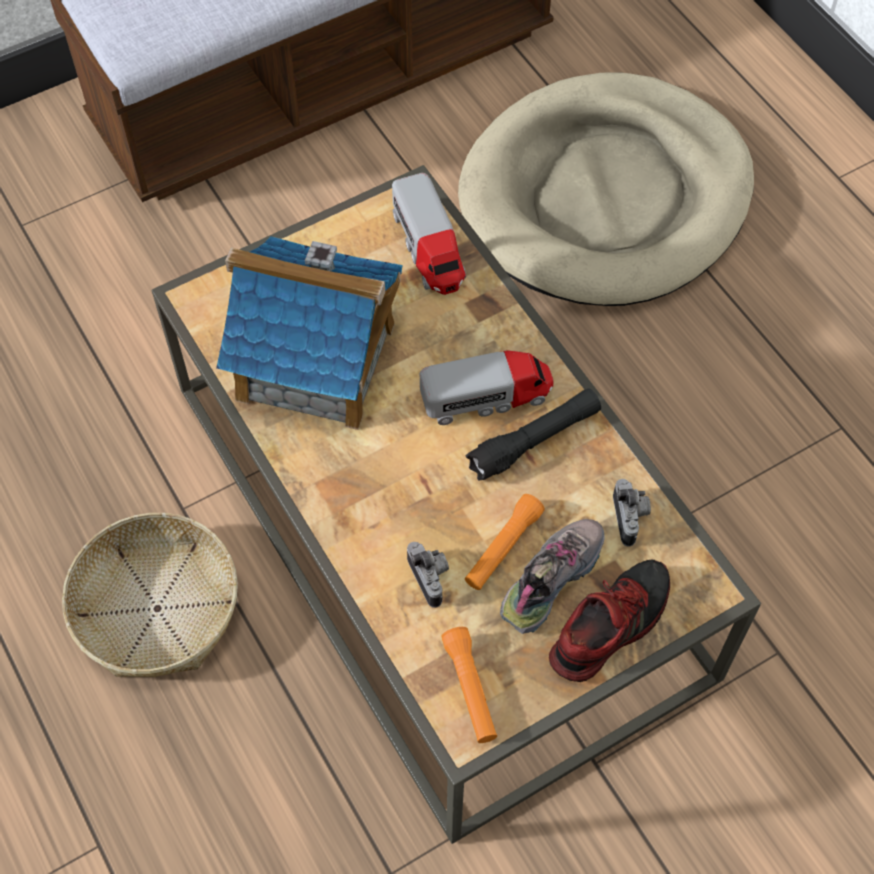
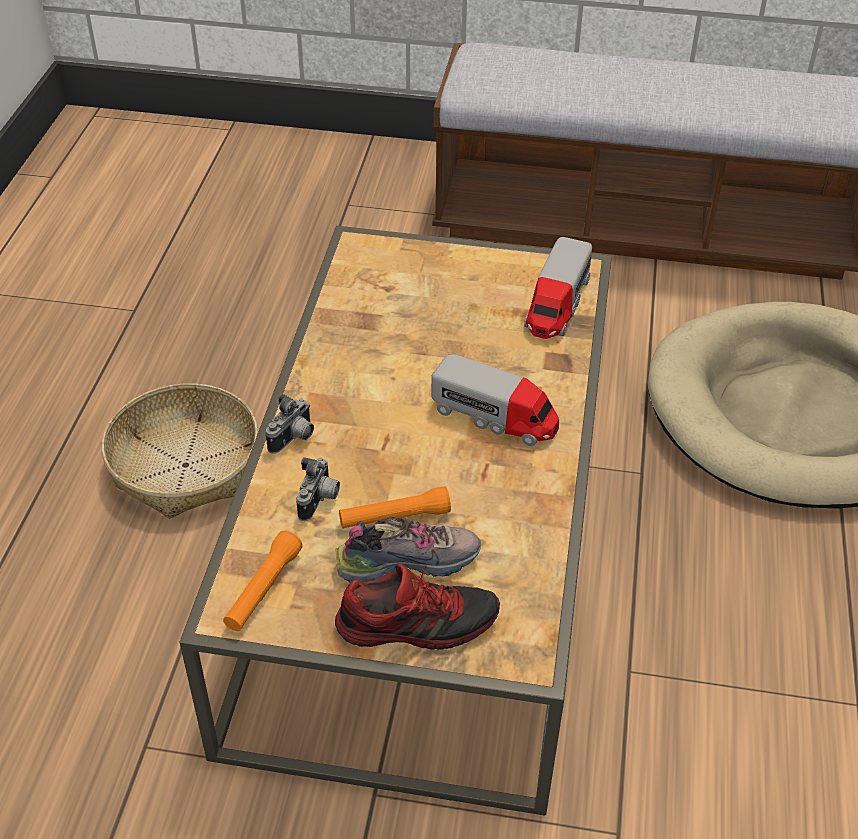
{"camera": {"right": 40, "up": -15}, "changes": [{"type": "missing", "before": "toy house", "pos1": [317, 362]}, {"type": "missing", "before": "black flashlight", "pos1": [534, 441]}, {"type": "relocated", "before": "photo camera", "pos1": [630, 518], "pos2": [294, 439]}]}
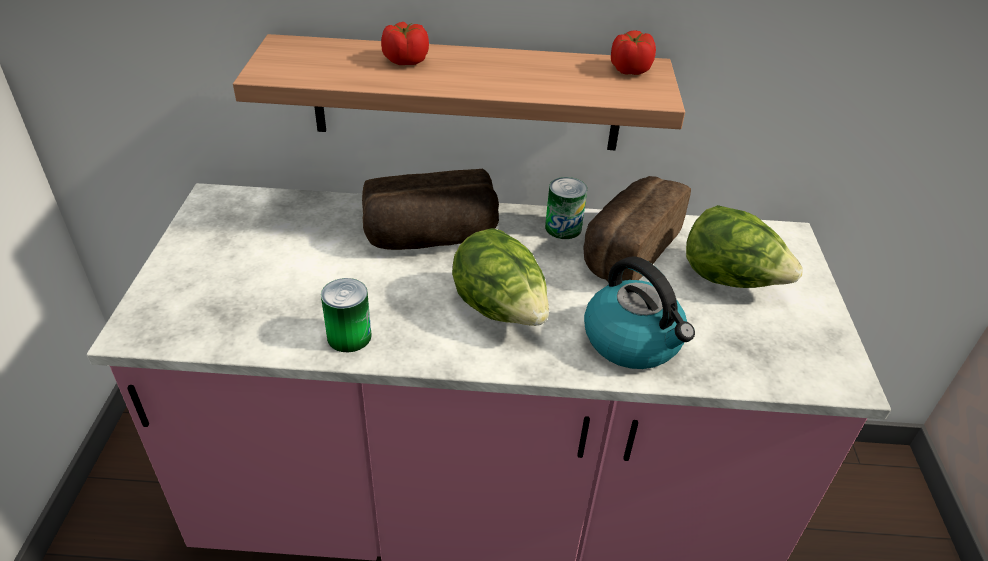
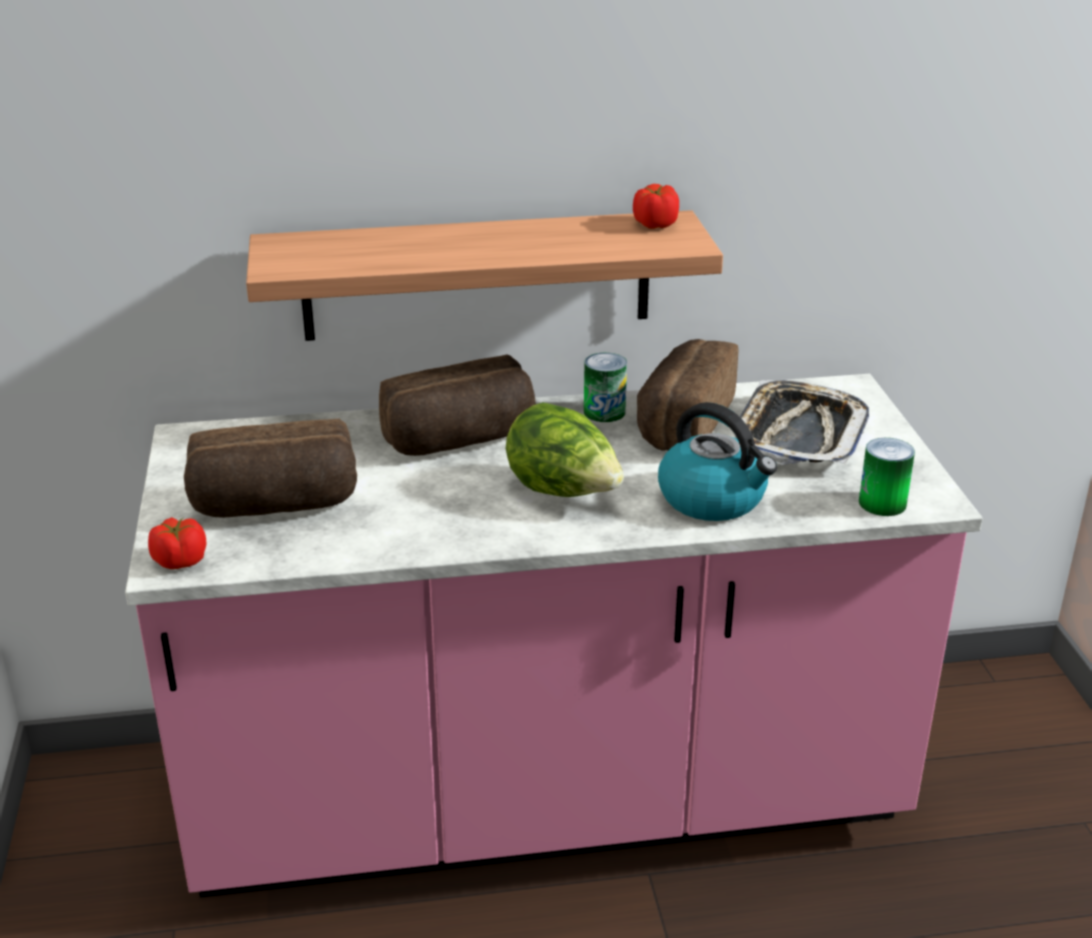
{"camera": {"right": -10, "up": -10}, "changes": [{"type": "appeared", "after": "bread", "pos2": [275, 506]}, {"type": "relocated", "before": "can", "pos1": [349, 336], "pos2": [882, 503]}, {"type": "relocated", "before": "tomato", "pos1": [405, 61], "pos2": [180, 561]}, {"type": "exchanged", "before": "lettuce", "after": "tray", "pos1": [730, 280], "pos2": [799, 434]}]}
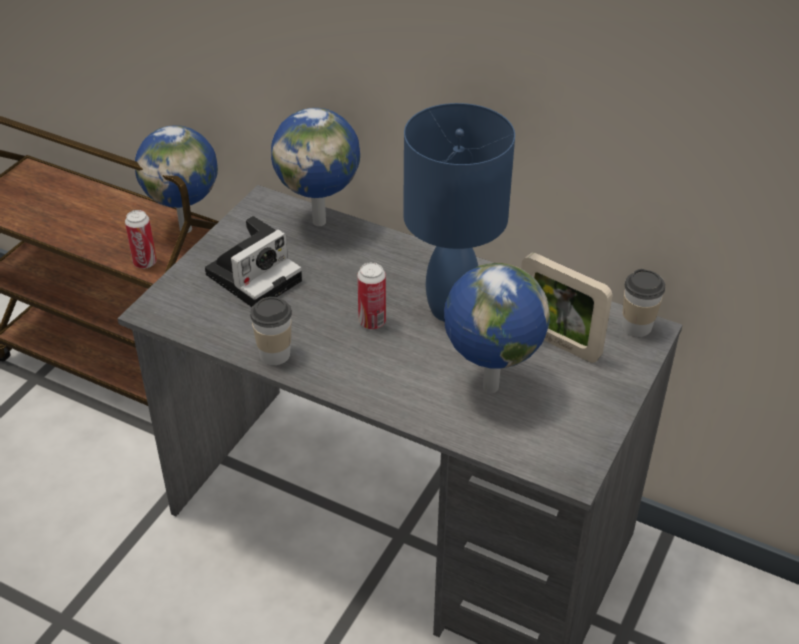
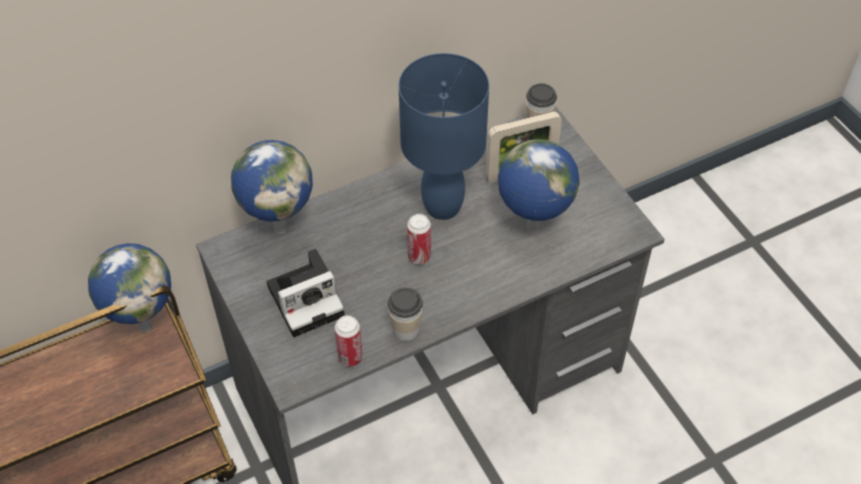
{"camera": {"right": -55, "up": 10}, "changes": [{"type": "relocated", "before": "can", "pos1": [145, 263], "pos2": [350, 357]}, {"type": "spun", "before": "photo camera", "pos1": [255, 275], "pos2": [308, 299], "turn": 75}]}
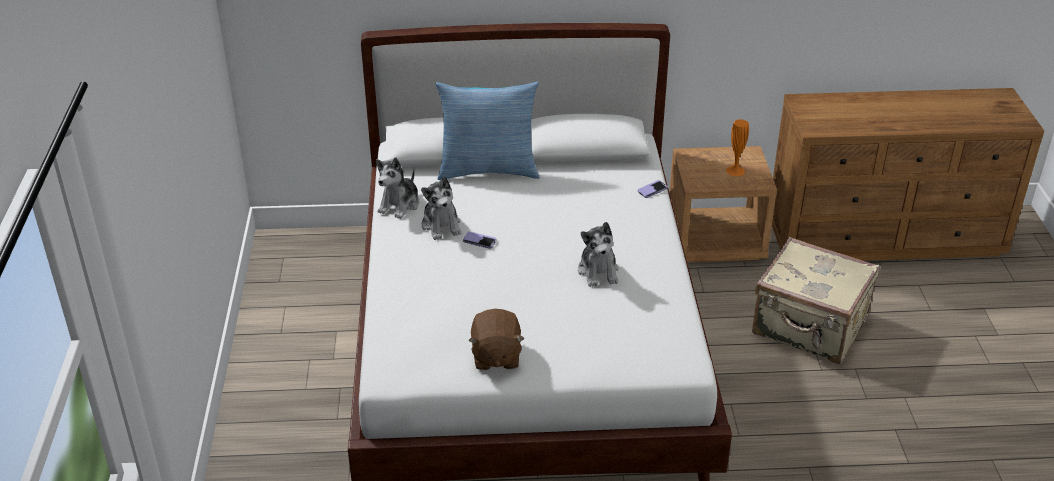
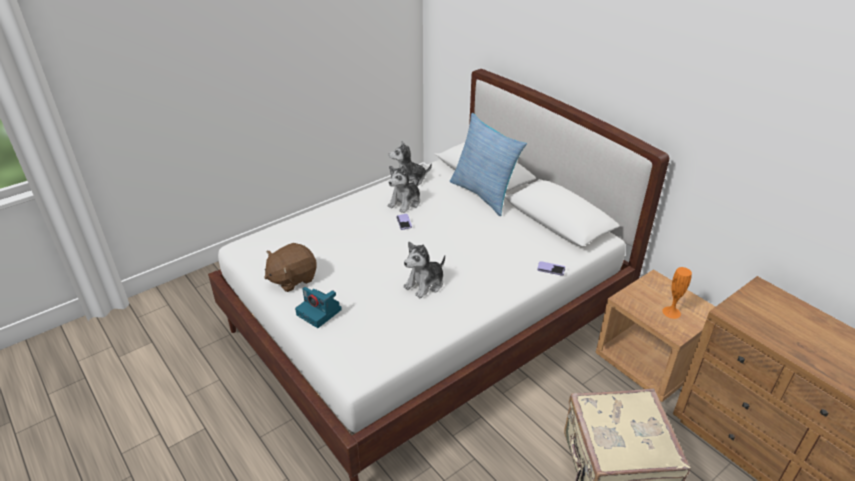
{"camera": {"right": 55, "up": 0}, "changes": [{"type": "appeared", "after": "photo camera", "pos2": [320, 312]}]}
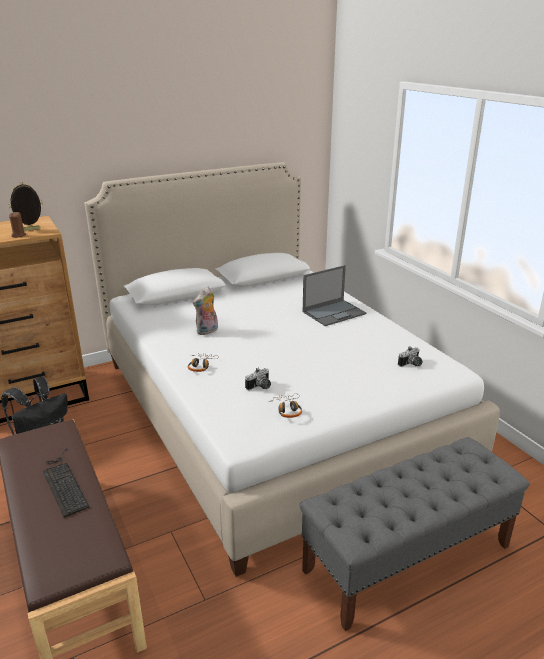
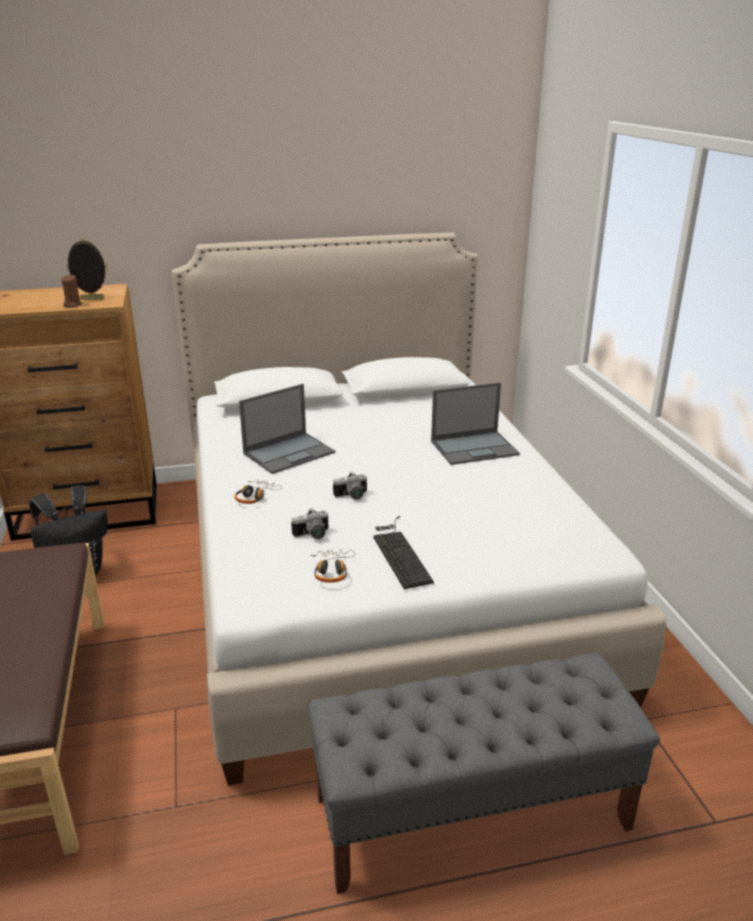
{"camera": {"right": 15, "up": 0}, "changes": [{"type": "relocated", "before": "keyboard", "pos1": [64, 483], "pos2": [399, 552]}, {"type": "relocated", "before": "photo camera", "pos1": [411, 364], "pos2": [352, 496]}, {"type": "exchanged", "before": "plush toy", "after": "laptop", "pos1": [207, 331], "pos2": [289, 452]}]}
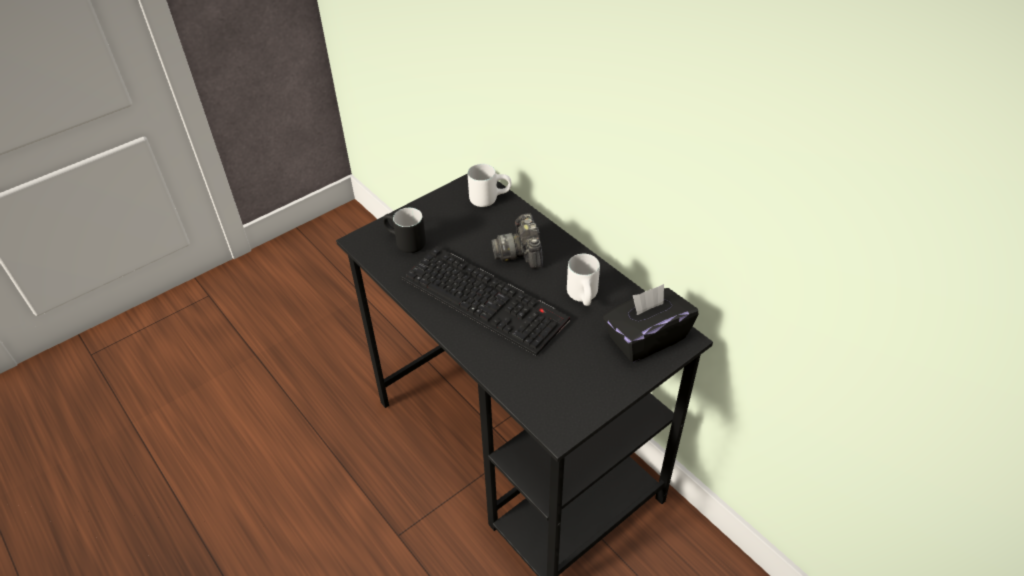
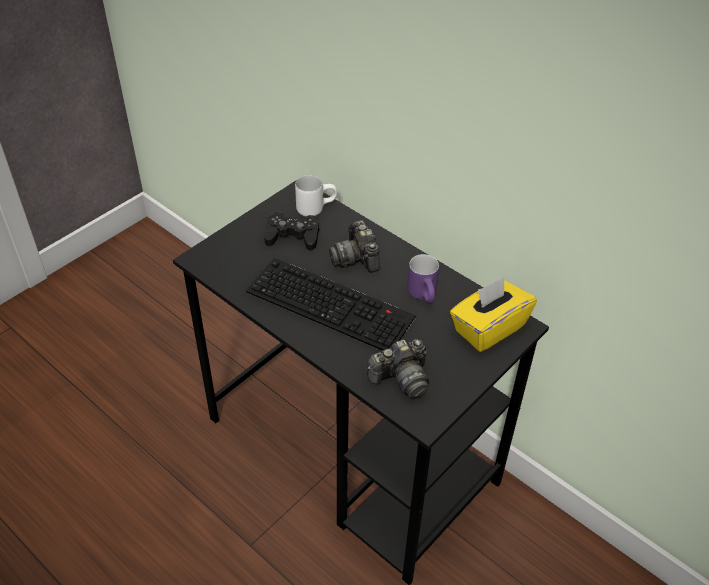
{"camera": {"right": -10, "up": 0}, "changes": [{"type": "missing", "before": "black mug", "pos1": [404, 244]}, {"type": "appeared", "after": "black game controller", "pos2": [292, 236]}, {"type": "appeared", "after": "photo camera", "pos2": [401, 379]}, {"type": "colour", "before": "white mug", "after": "purple mug", "pos1": [585, 297], "pos2": [425, 296]}, {"type": "colour", "before": "black tissue box", "after": "yellow tissue box", "pos1": [646, 338], "pos2": [488, 328]}]}
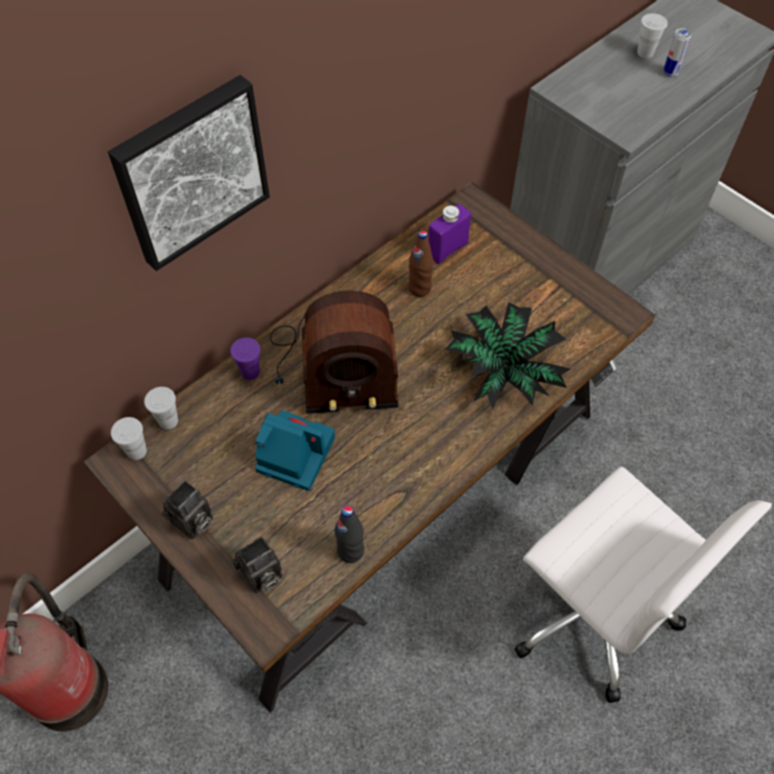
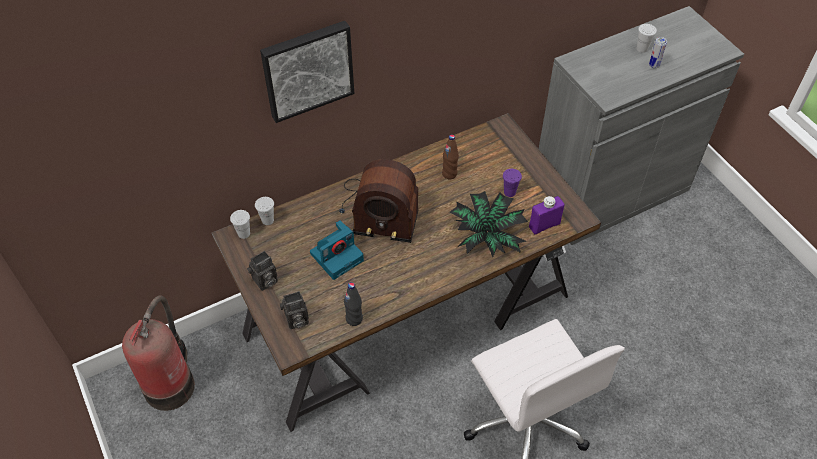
{"camera": {"right": 15, "up": -5}, "changes": [{"type": "relocated", "before": "purple cup", "pos1": [250, 372], "pos2": [509, 192]}, {"type": "relocated", "before": "purple bottle", "pos1": [447, 249], "pos2": [544, 225]}, {"type": "spun", "before": "photo camera", "pos1": [293, 454], "pos2": [337, 256], "turn": 105}]}
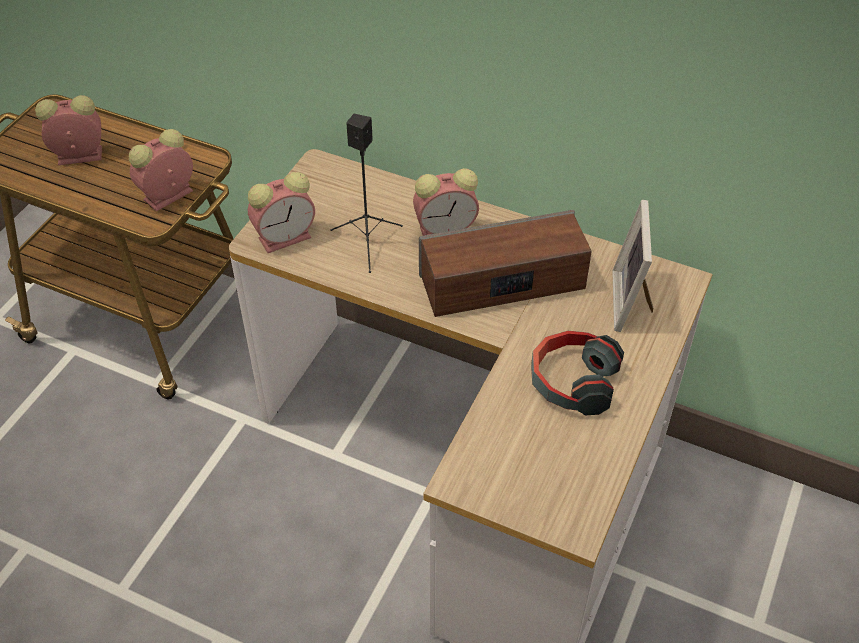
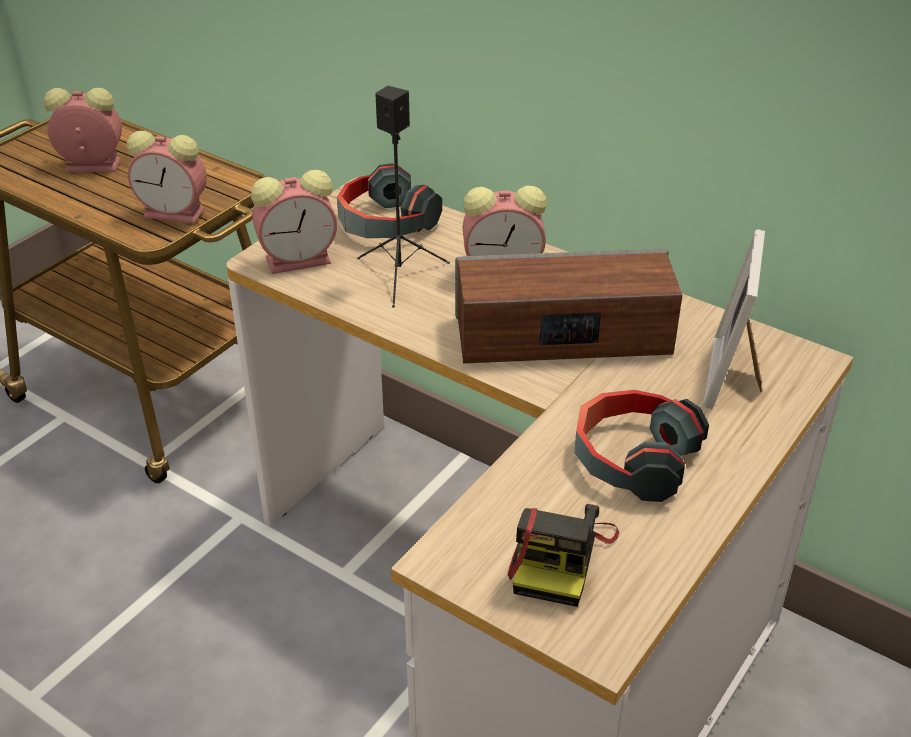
{"camera": {"right": 10, "up": -10}, "changes": [{"type": "appeared", "after": "headphones", "pos2": [385, 223]}, {"type": "appeared", "after": "photo camera", "pos2": [559, 556]}, {"type": "spun", "before": "alarm clock", "pos1": [167, 196], "pos2": [176, 213], "turn": -135}]}
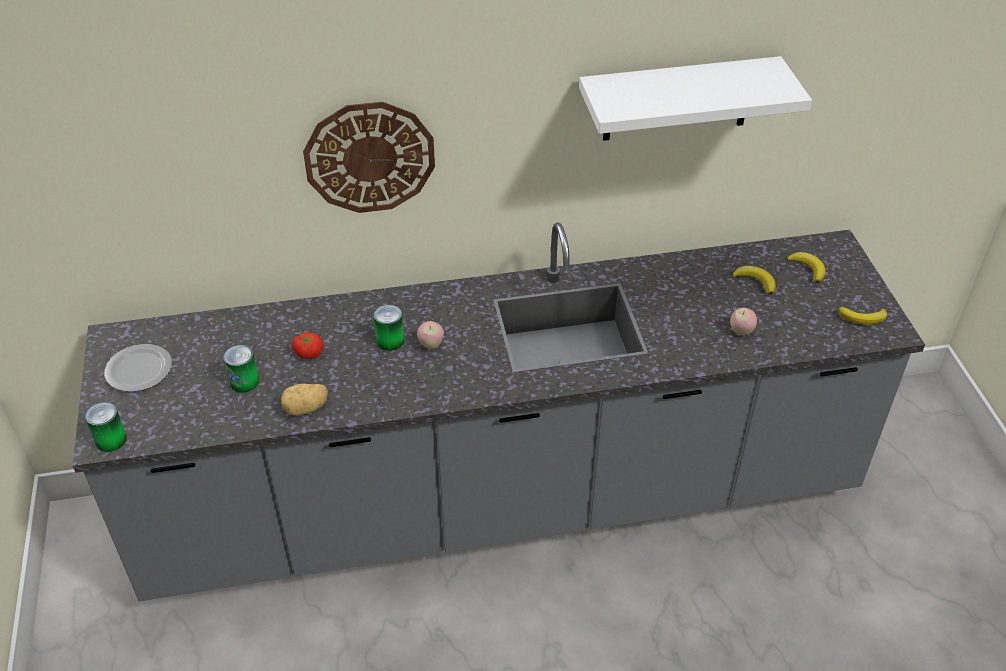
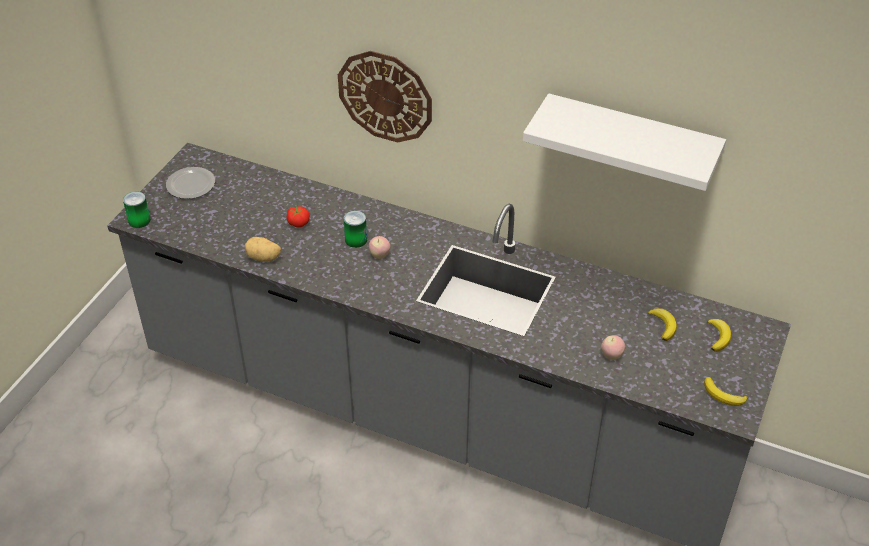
{"camera": {"right": 35, "up": 0}, "changes": [{"type": "missing", "before": "can", "pos1": [244, 382]}]}
